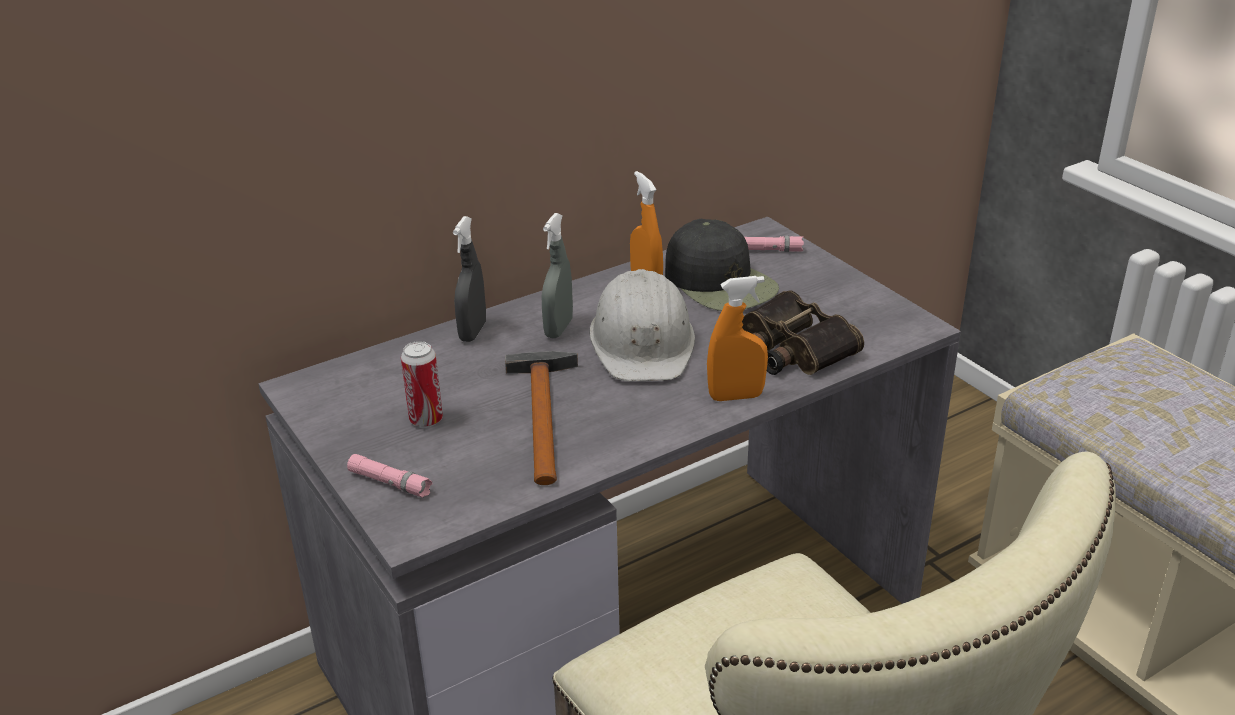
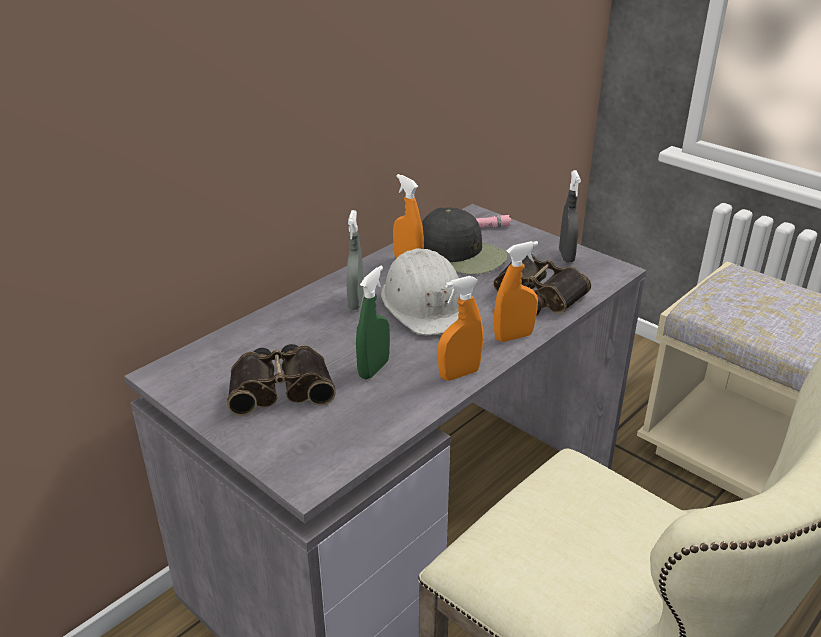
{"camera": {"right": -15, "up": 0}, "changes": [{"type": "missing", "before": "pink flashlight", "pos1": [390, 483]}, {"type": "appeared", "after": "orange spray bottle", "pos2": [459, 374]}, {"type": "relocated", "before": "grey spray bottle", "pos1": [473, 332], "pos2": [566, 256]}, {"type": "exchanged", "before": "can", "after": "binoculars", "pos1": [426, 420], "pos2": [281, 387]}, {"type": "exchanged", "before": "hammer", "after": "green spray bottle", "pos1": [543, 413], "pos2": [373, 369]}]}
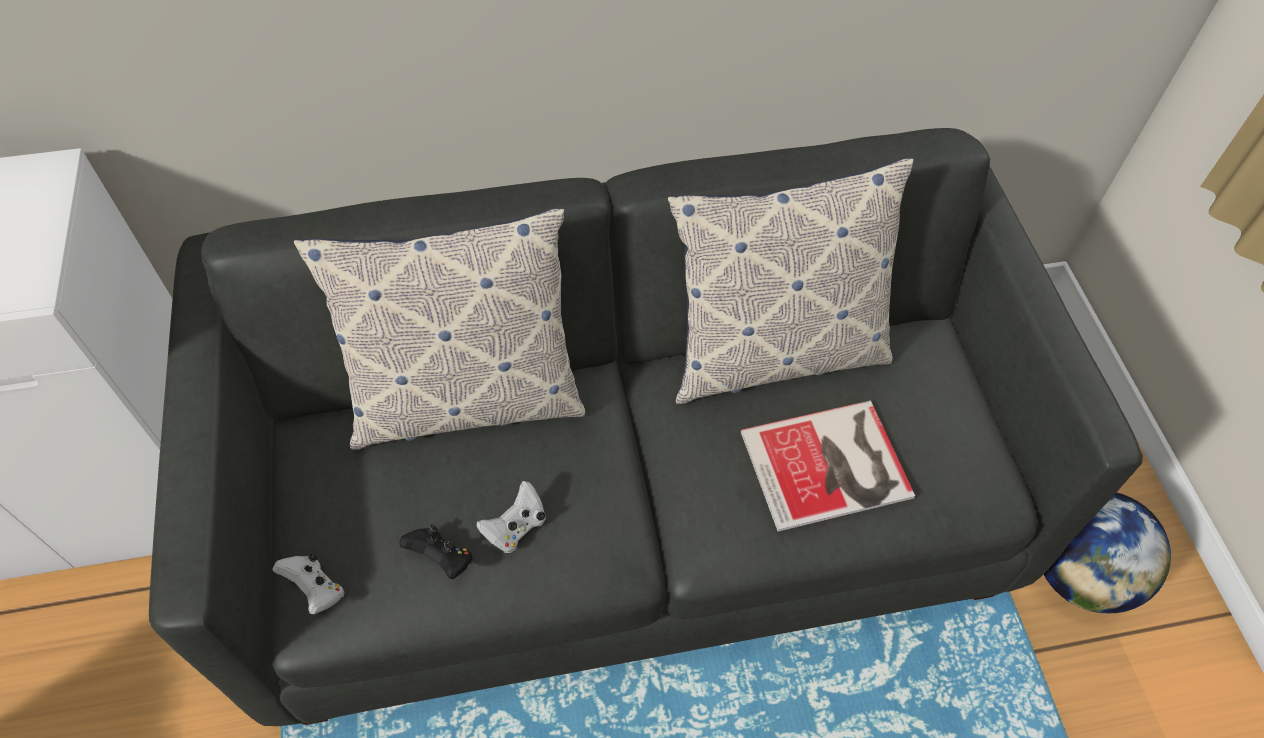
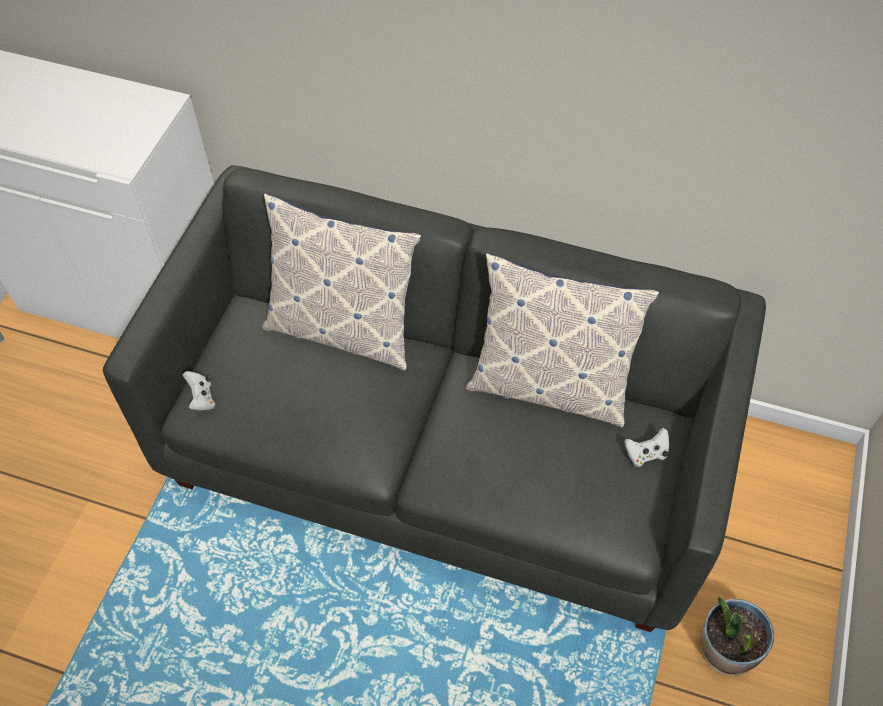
{"camera": {"right": 30, "up": 0}, "changes": [{"type": "missing", "before": "black game controller", "pos1": [442, 559]}, {"type": "missing", "before": "book", "pos1": [830, 466]}, {"type": "relocated", "before": "white game controller", "pos1": [516, 527], "pos2": [645, 454]}, {"type": "exchanged", "before": "globe", "after": "potted plant", "pos1": [1078, 574], "pos2": [725, 650]}]}
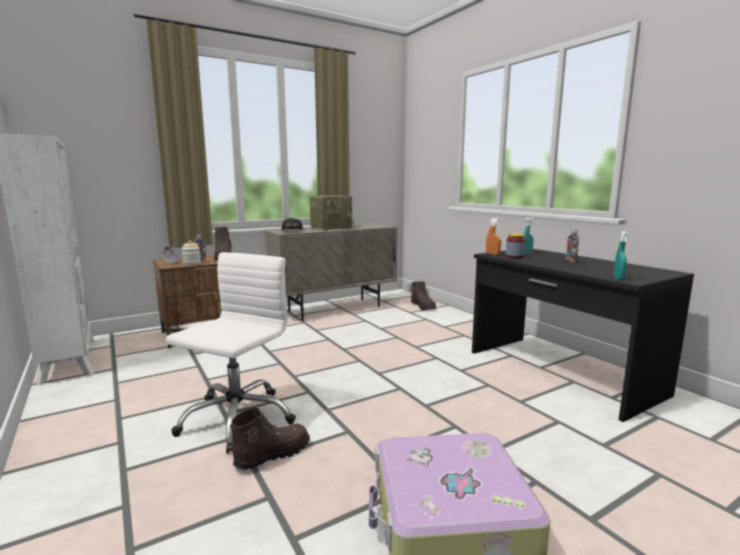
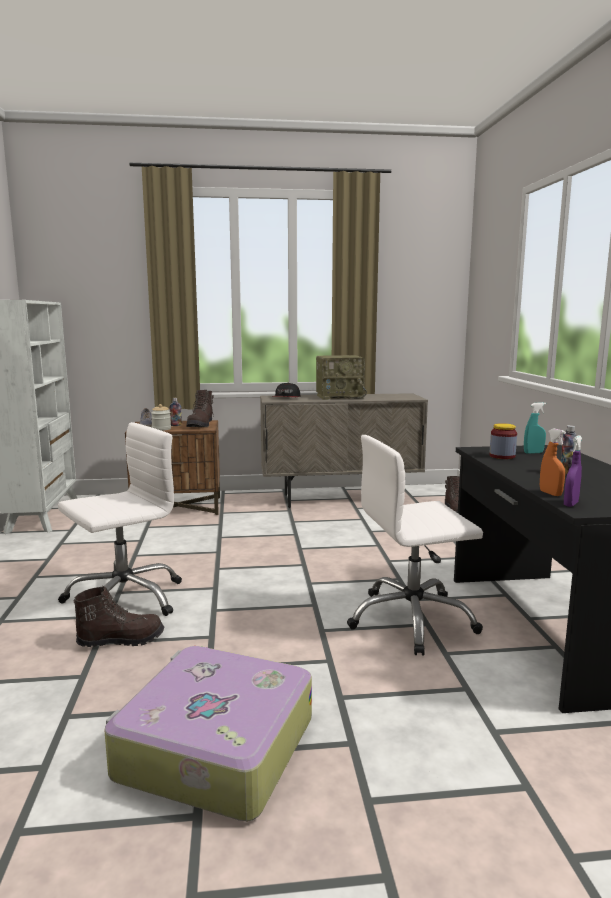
{"camera": {"right": 25, "up": 0}, "changes": [{"type": "appeared", "after": "white office chair", "pos2": [412, 620]}, {"type": "relocated", "before": "orange spray bottle", "pos1": [492, 254], "pos2": [550, 493]}, {"type": "colour", "before": "turquoise spray bottle", "after": "purple spray bottle", "pos1": [618, 278], "pos2": [570, 504]}]}
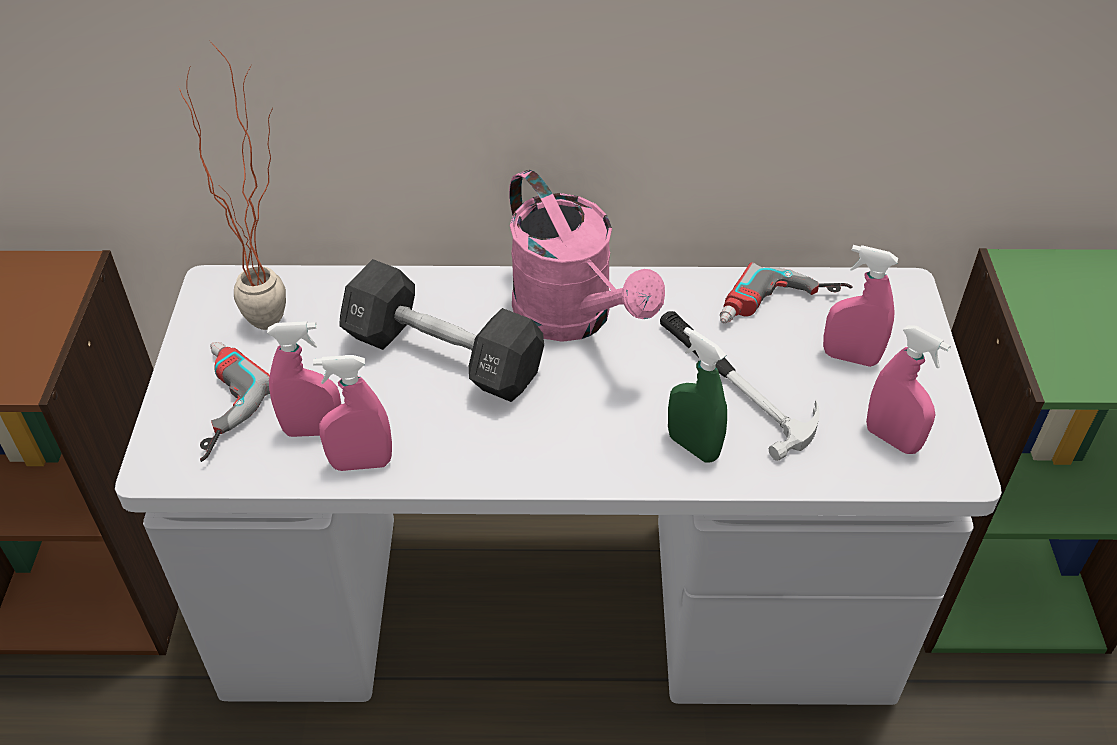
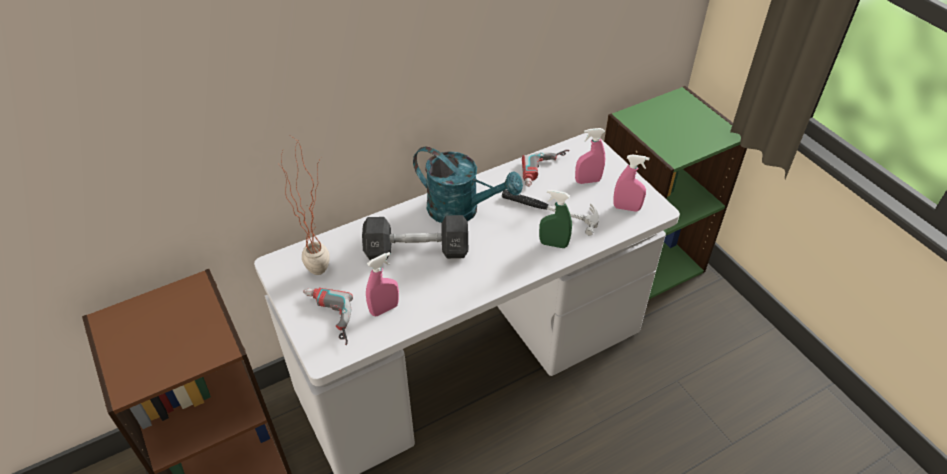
{"camera": {"right": -30, "up": 0}, "changes": [{"type": "missing", "before": "pink spray bottle", "pos1": [361, 463]}, {"type": "colour", "before": "pink watering can", "after": "turquoise watering can", "pos1": [574, 319], "pos2": [462, 210]}]}
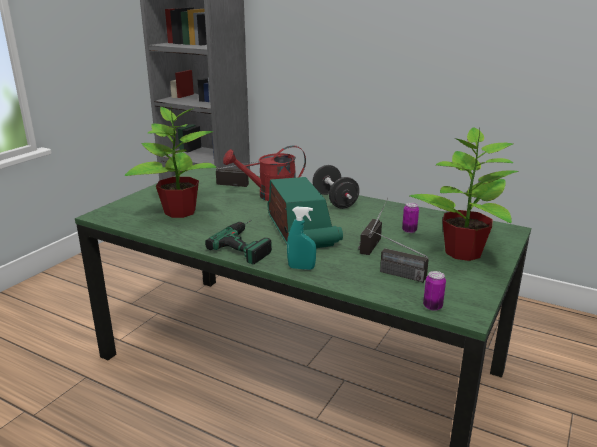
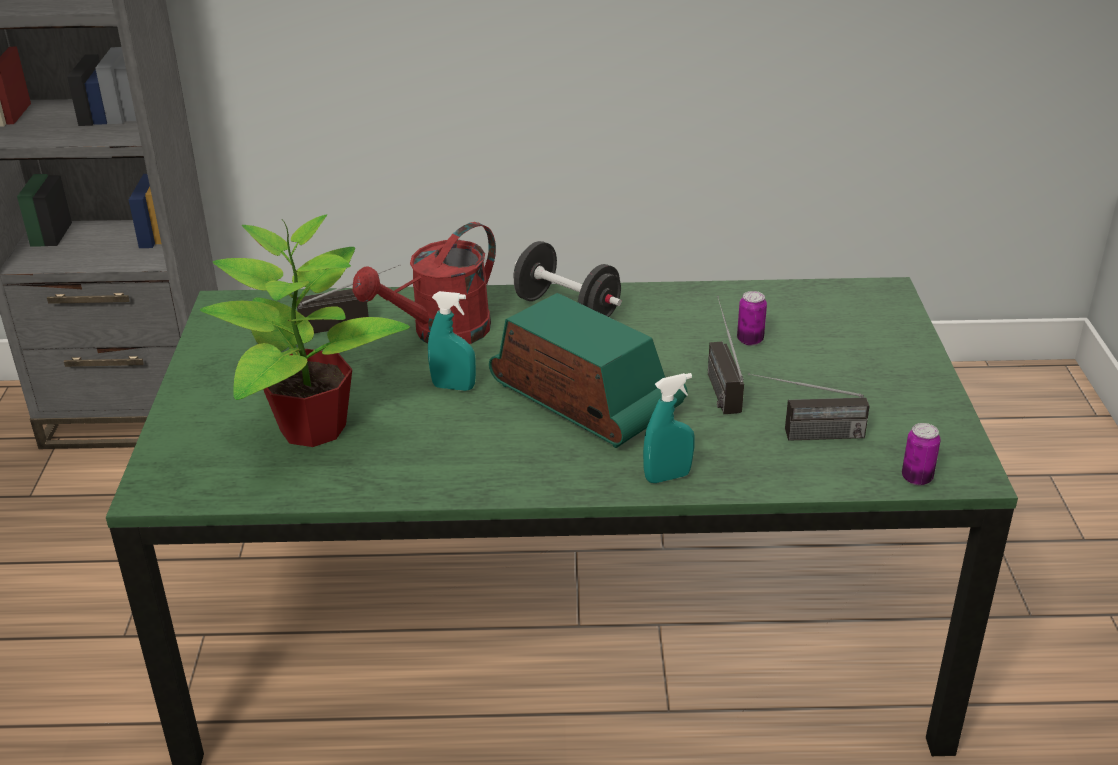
{"camera": {"right": -30, "up": 10}, "changes": [{"type": "missing", "before": "power drill", "pos1": [249, 243]}, {"type": "missing", "before": "potted plant", "pos1": [462, 253]}, {"type": "appeared", "after": "turquoise spray bottle", "pos2": [453, 387]}]}
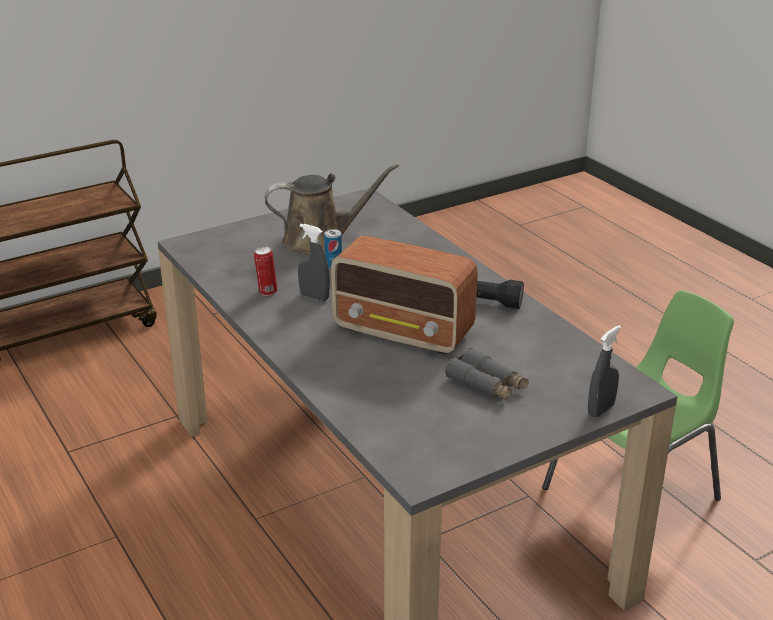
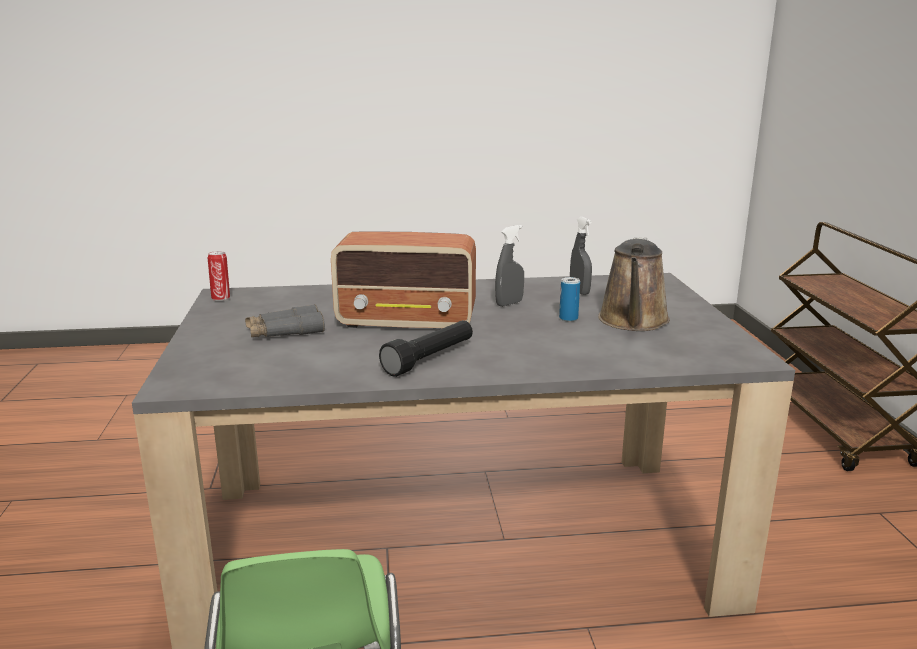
{"camera": {"right": 115, "up": -10}, "changes": [{"type": "relocated", "before": "can", "pos1": [267, 292], "pos2": [221, 298]}, {"type": "relocated", "before": "grey spray bottle", "pos1": [600, 410], "pos2": [579, 291]}, {"type": "spun", "before": "radio", "pos1": [404, 332], "pos2": [408, 322], "turn": -135}]}
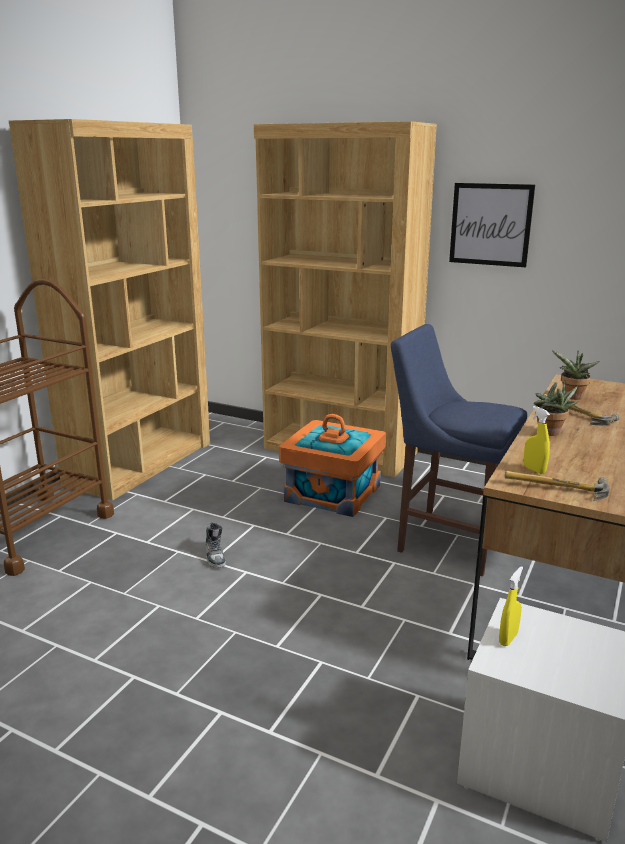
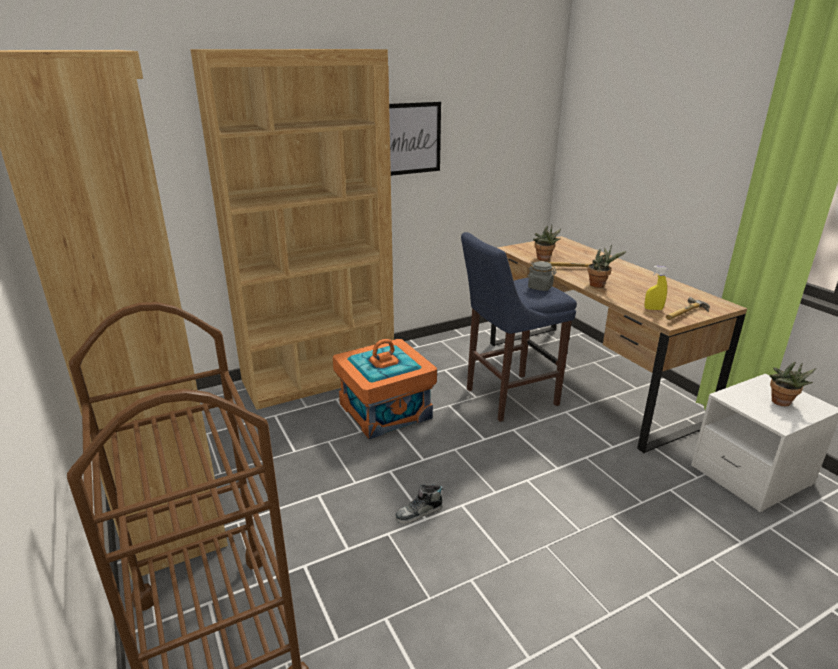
{"camera": {"right": -55, "up": 5}, "changes": [{"type": "missing", "before": "yellow spray bottle", "pos1": [508, 639]}, {"type": "appeared", "after": "grey jar", "pos2": [540, 287]}, {"type": "appeared", "after": "potted plant", "pos2": [782, 403]}, {"type": "spun", "before": "shoe", "pos1": [215, 556], "pos2": [419, 513], "turn": 135}]}
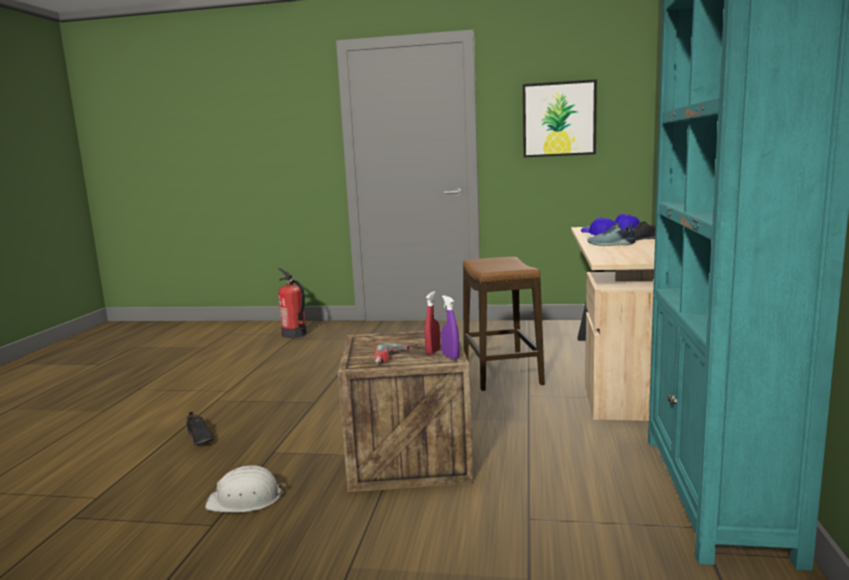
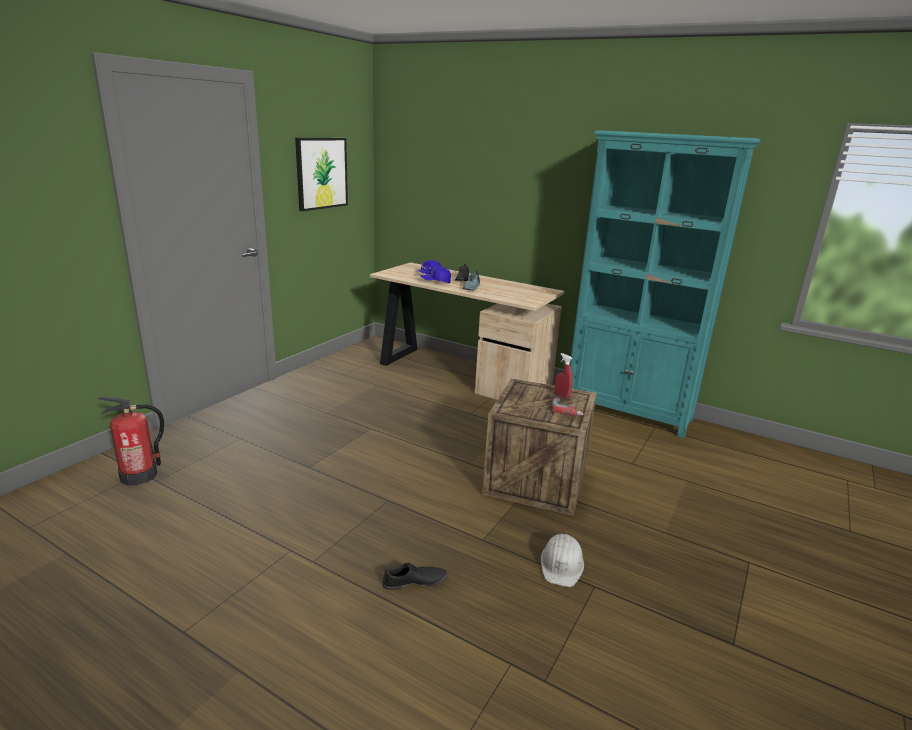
{"camera": {"right": -70, "up": 10}, "changes": [{"type": "missing", "before": "purple spray bottle", "pos1": [450, 357]}, {"type": "missing", "before": "stool", "pos1": [501, 373]}]}
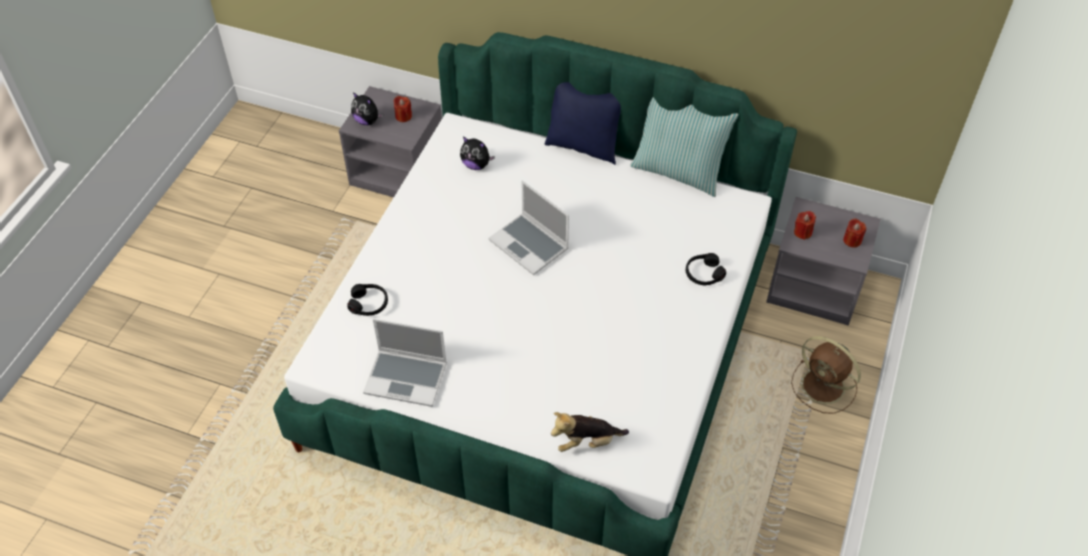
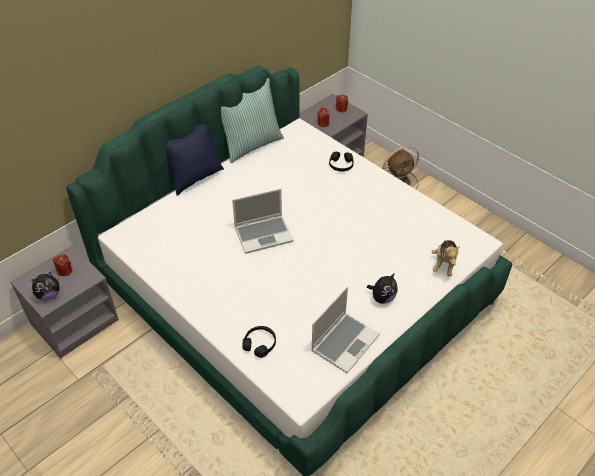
{"camera": {"right": -65, "up": -5}, "changes": [{"type": "relocated", "before": "plush toy", "pos1": [476, 165], "pos2": [382, 298]}]}
